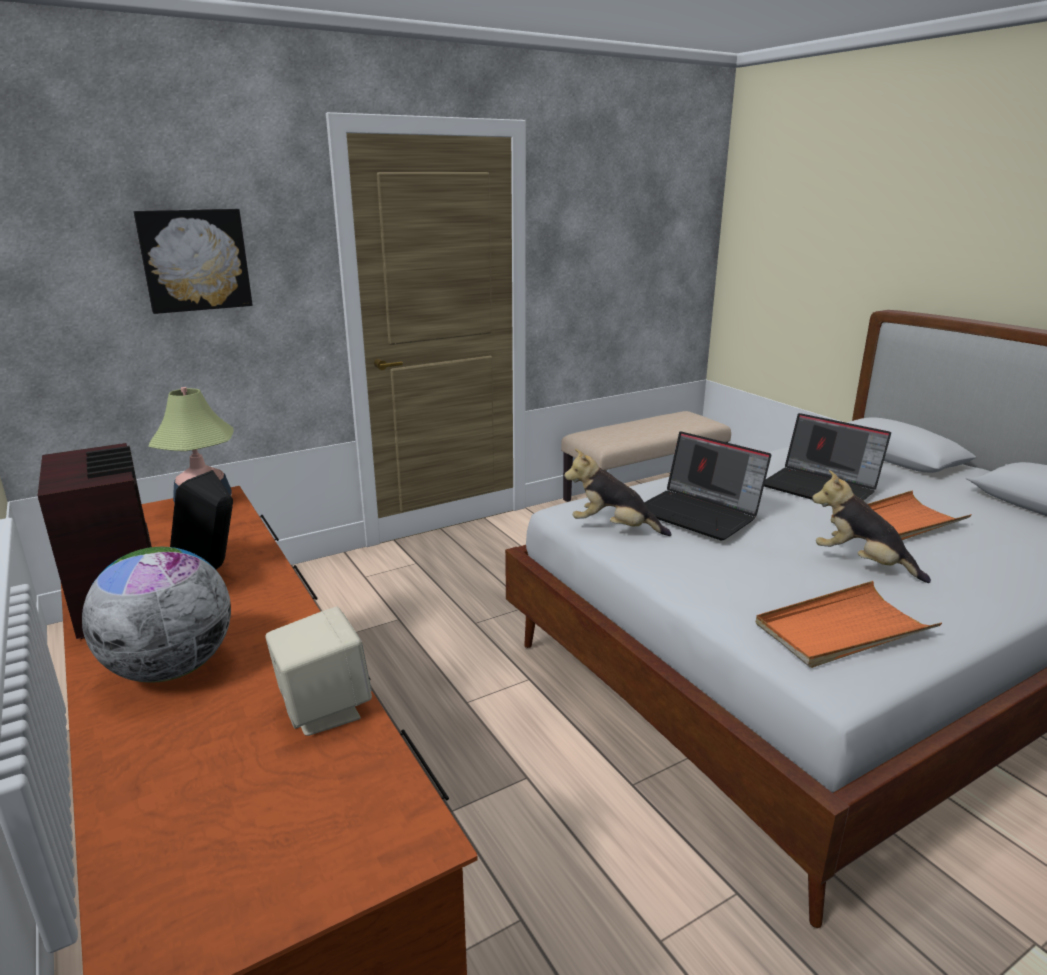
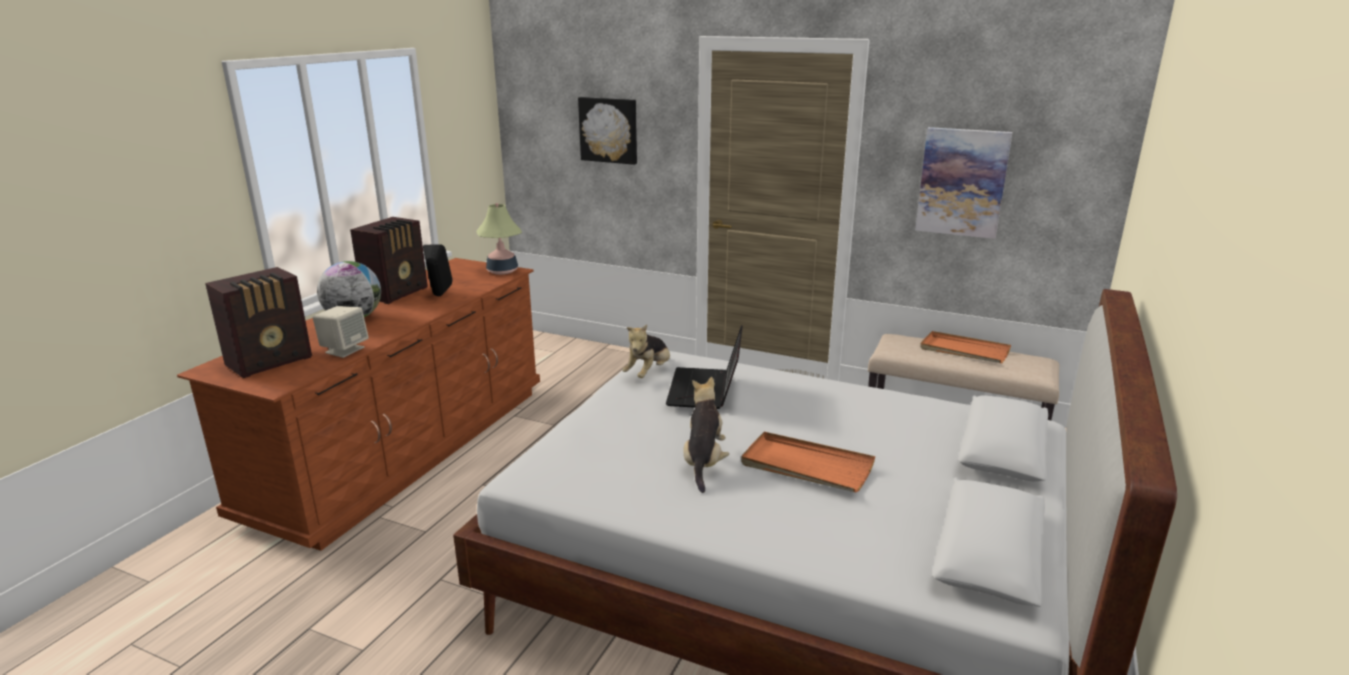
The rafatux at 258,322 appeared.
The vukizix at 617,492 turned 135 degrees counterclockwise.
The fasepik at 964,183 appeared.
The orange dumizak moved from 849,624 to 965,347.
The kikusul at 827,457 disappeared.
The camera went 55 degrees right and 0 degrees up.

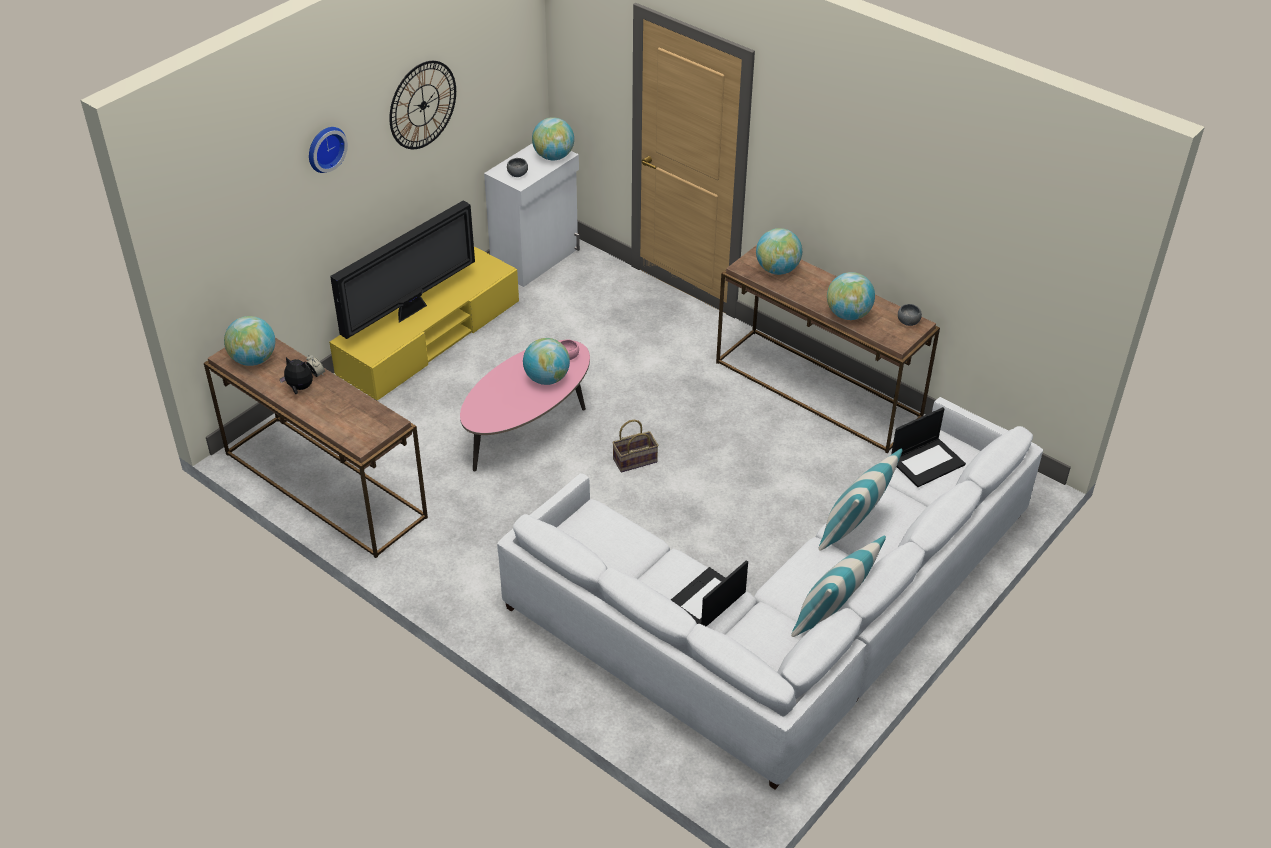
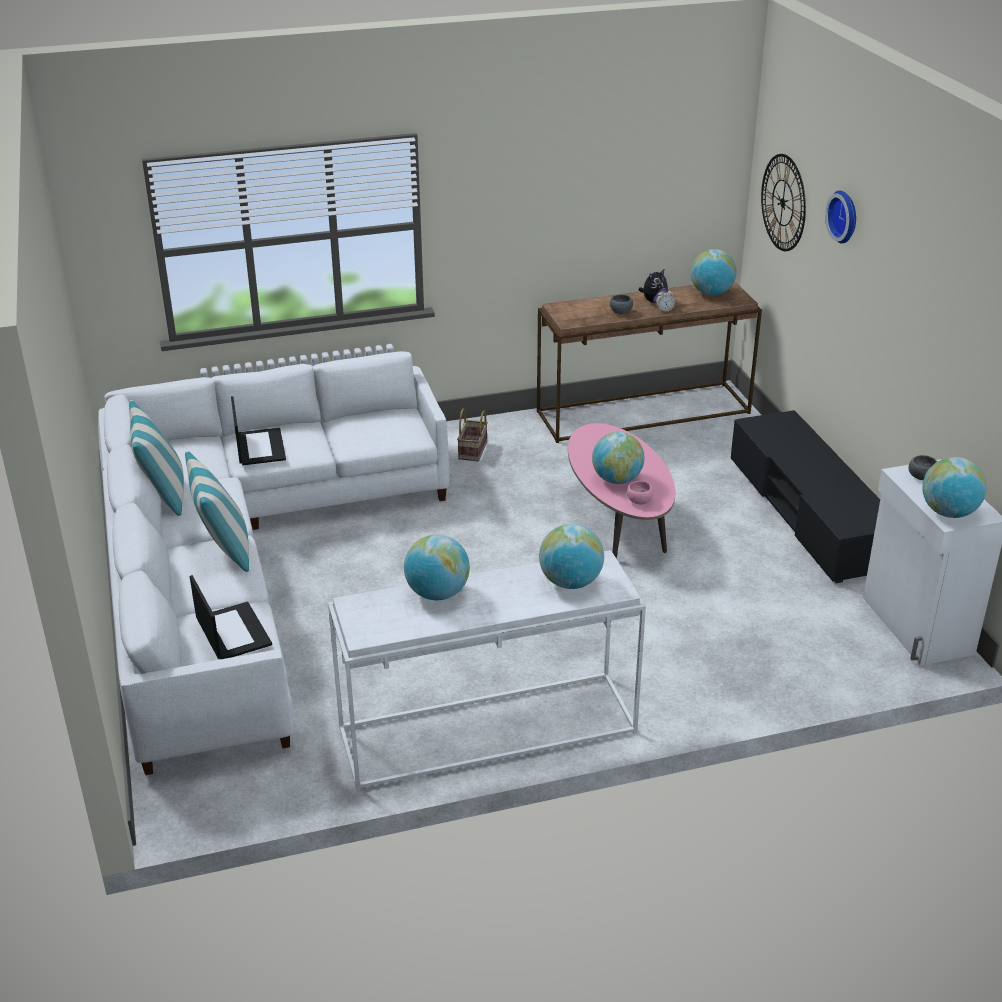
The kikusul at 928,447 turned 150 degrees clockwise.
The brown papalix at 828,349 became the white papalix at 487,670.
The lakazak moved from 635,446 to 472,434.
The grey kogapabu moved from 910,315 to 621,304.
The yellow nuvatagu at 424,323 became the black nuvatagu at 805,496.
The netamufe moved from 422,105 to 783,202.
The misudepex at 402,269 disappeared.
The camera went 125 degrees right and 10 degrees down.

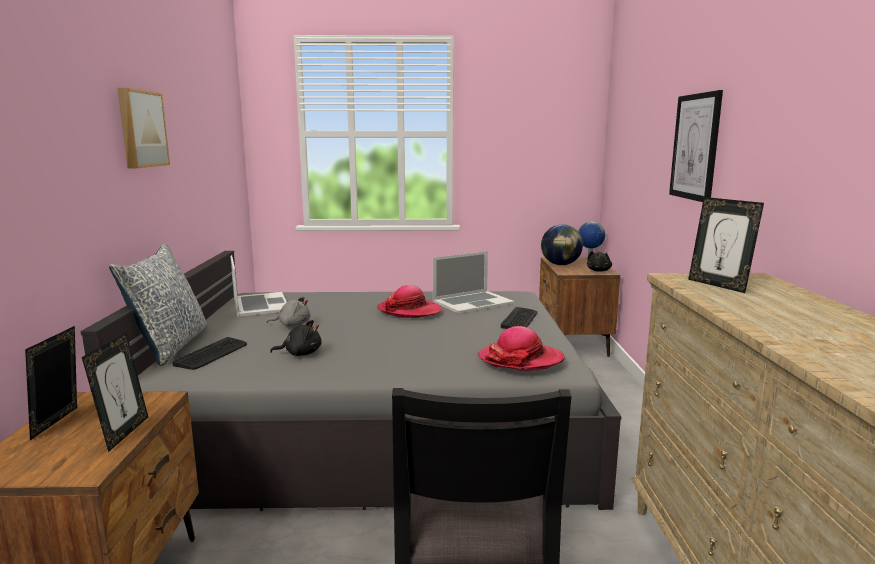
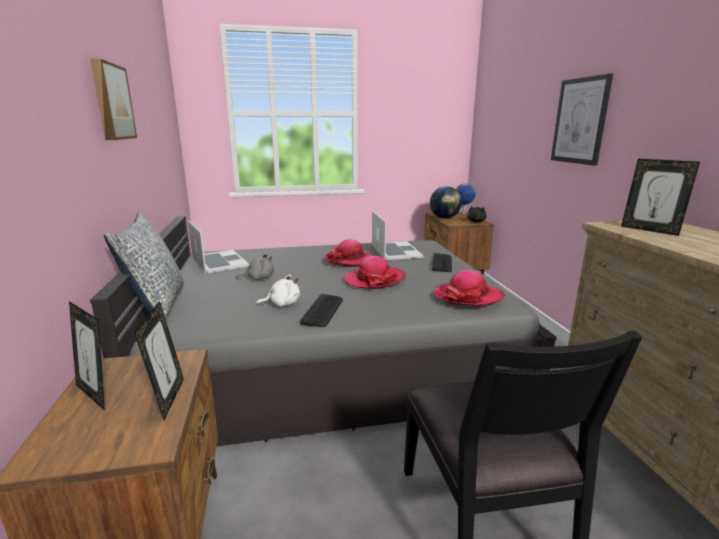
The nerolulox at 51,383 turned 45 degrees counterclockwise.
The black vukizix at 295,338 became the white vukizix at 278,290.
The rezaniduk moved from 209,353 to 321,310.
The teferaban at 374,272 appeared.
The kikusul at 473,282 turned 60 degrees counterclockwise.
The camera went 10 degrees left and 5 degrees up.

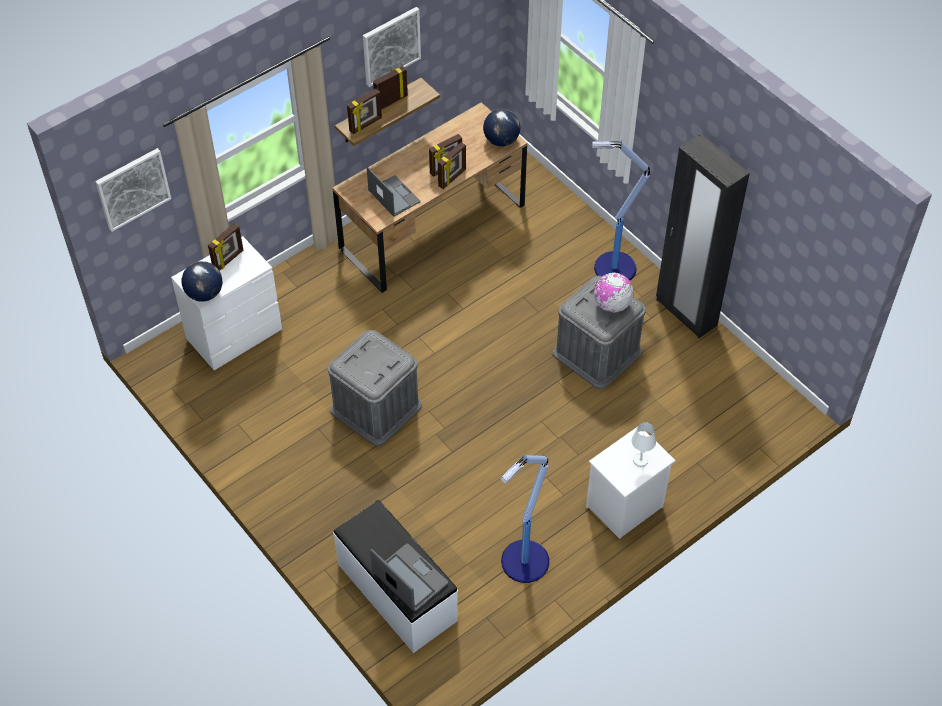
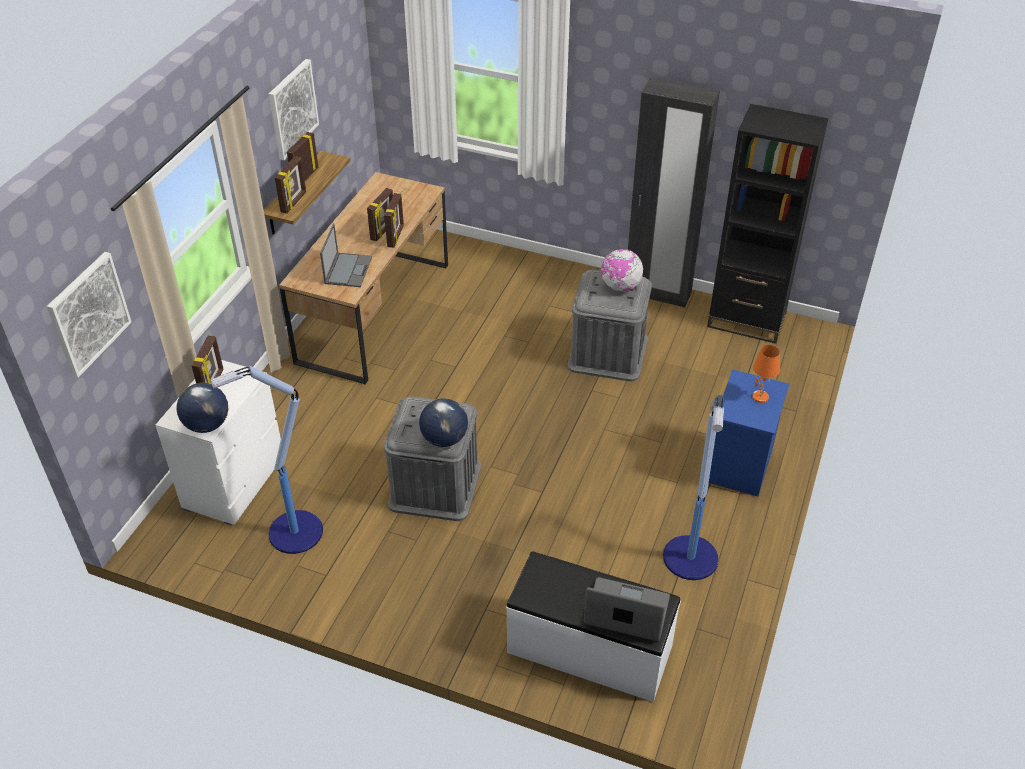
The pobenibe moved from 621,210 to 266,459.
The kikusul at 394,191 turned 75 degrees clockwise.
The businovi moved from 501,127 to 443,422.
The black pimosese at 768,224 appeared.
The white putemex at 631,483 became the blue putemex at 749,432.
The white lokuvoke at 644,444 became the orange lokuvoke at 766,374.
The camera went 30 degrees left and 10 degrees down.

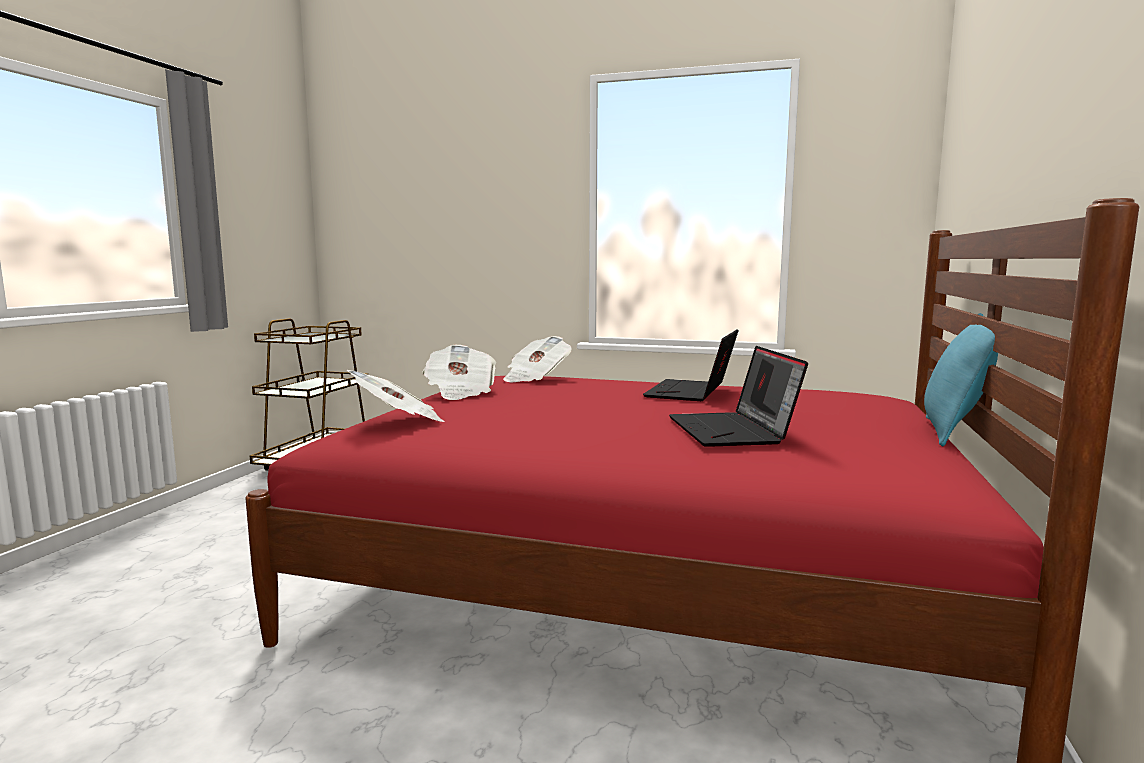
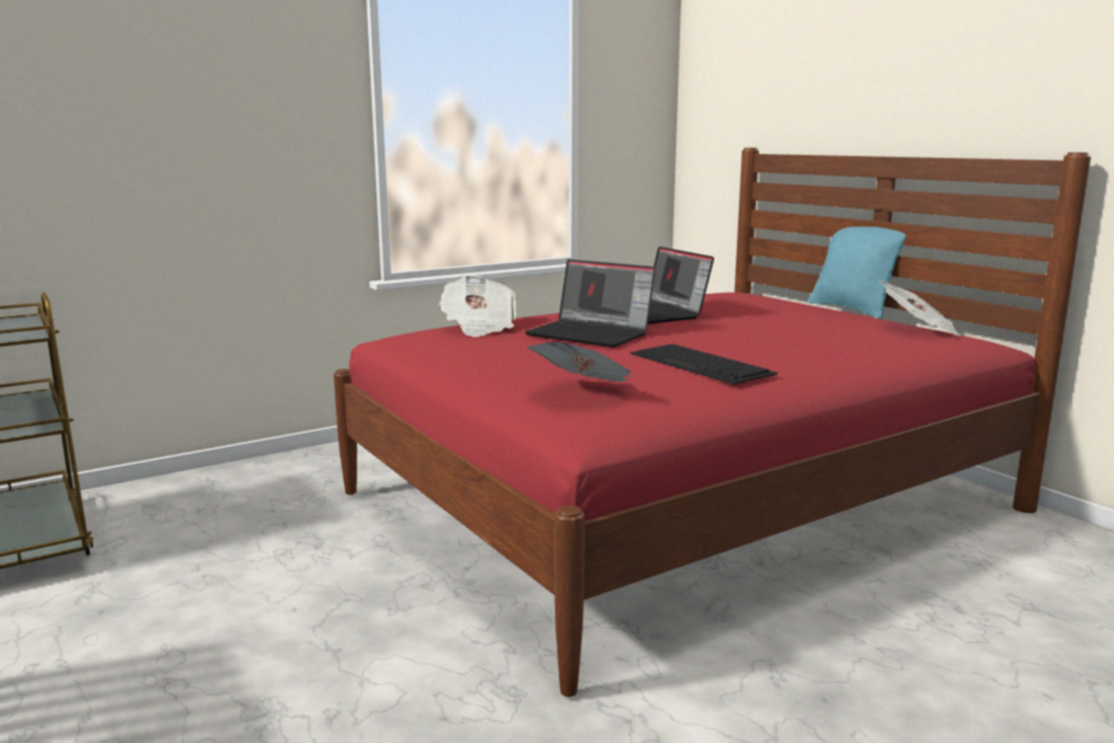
The kikusul moved from 738,396 to 590,303.
The rezaniduk at 704,364 appeared.
The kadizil moved from 459,372 to 919,308.
The camera went 50 degrees left and 5 degrees up.

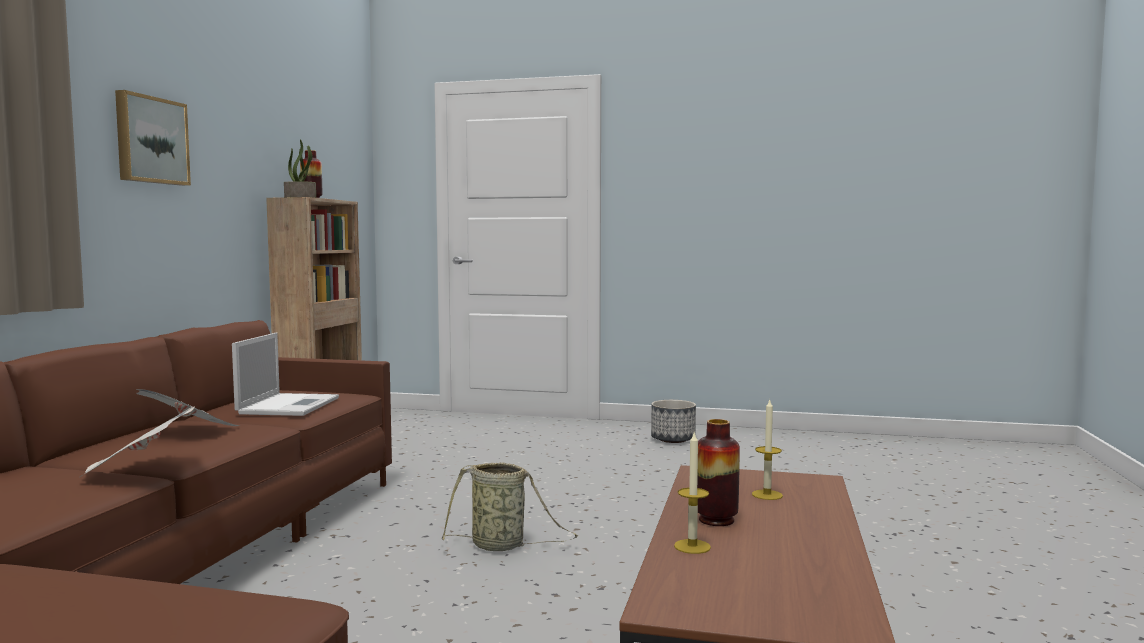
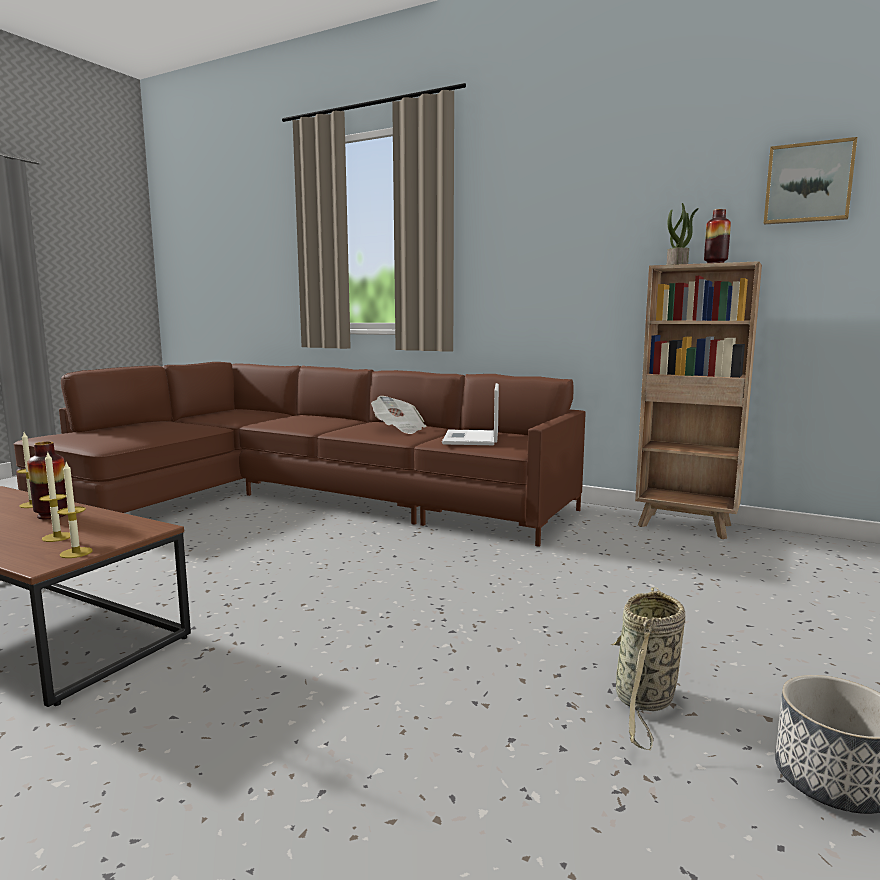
The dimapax at 75,510 appeared.
The kikusul at 285,374 turned 75 degrees clockwise.
The lakazak moved from 510,506 to 648,668.
The fasepik moved from 153,138 to 810,181.
The kadizil at 137,441 disappeared.
The camera went 105 degrees right and 5 degrees up.

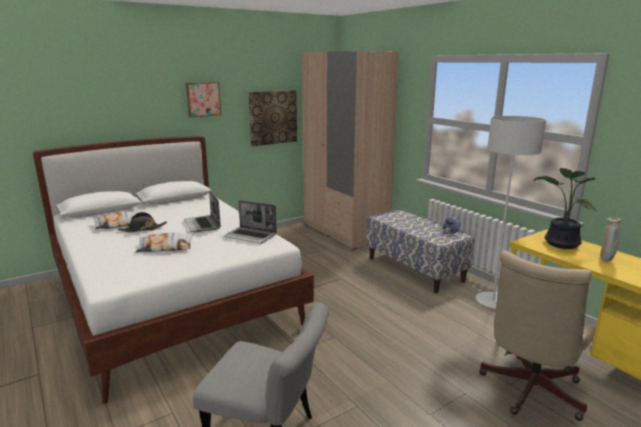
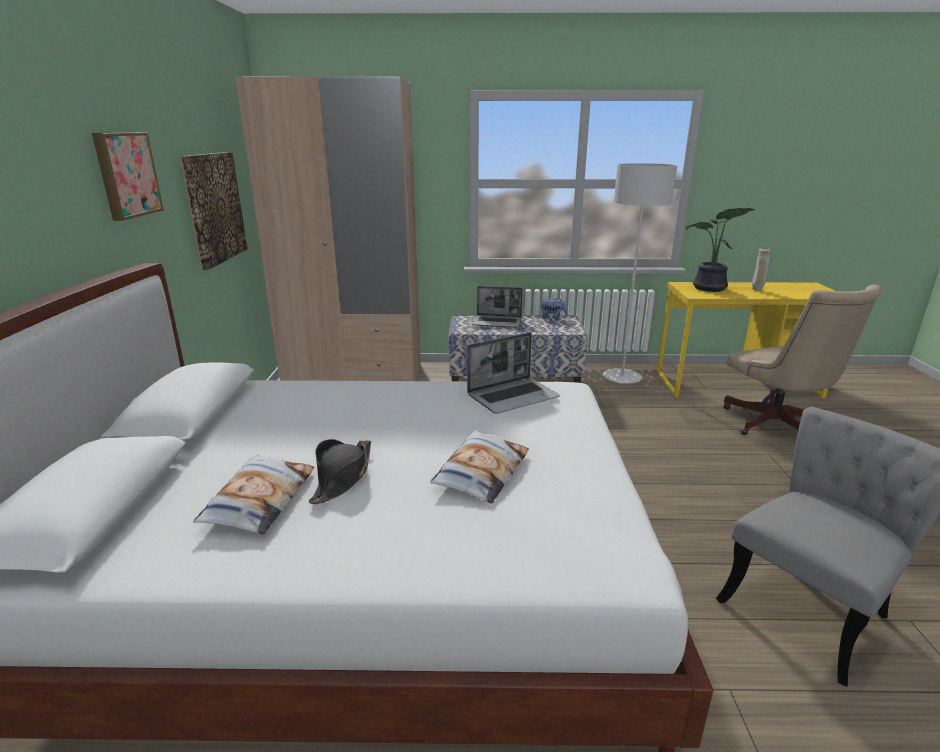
The kikusul moved from 202,211 to 497,307.
The camera went 55 degrees left and 5 degrees up.

